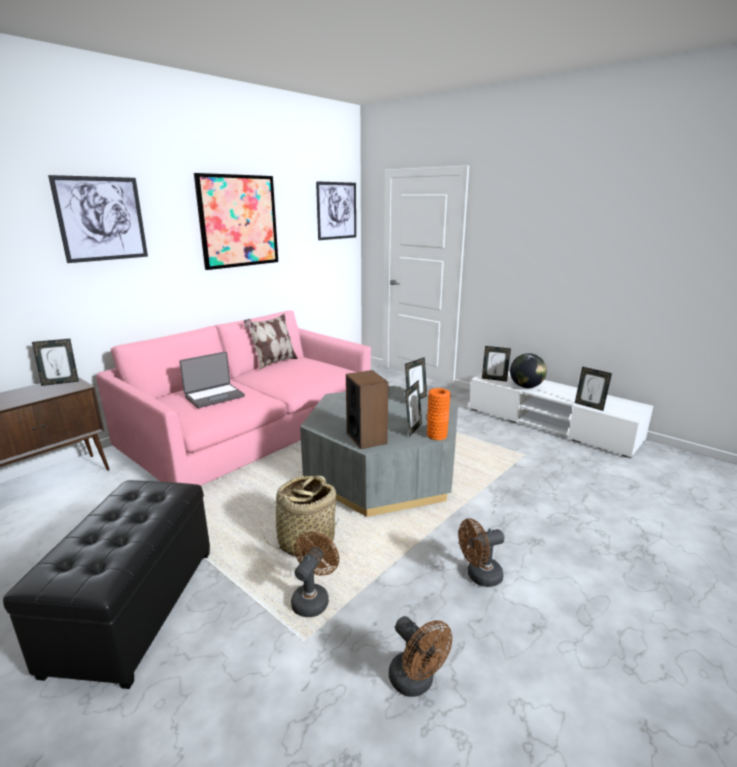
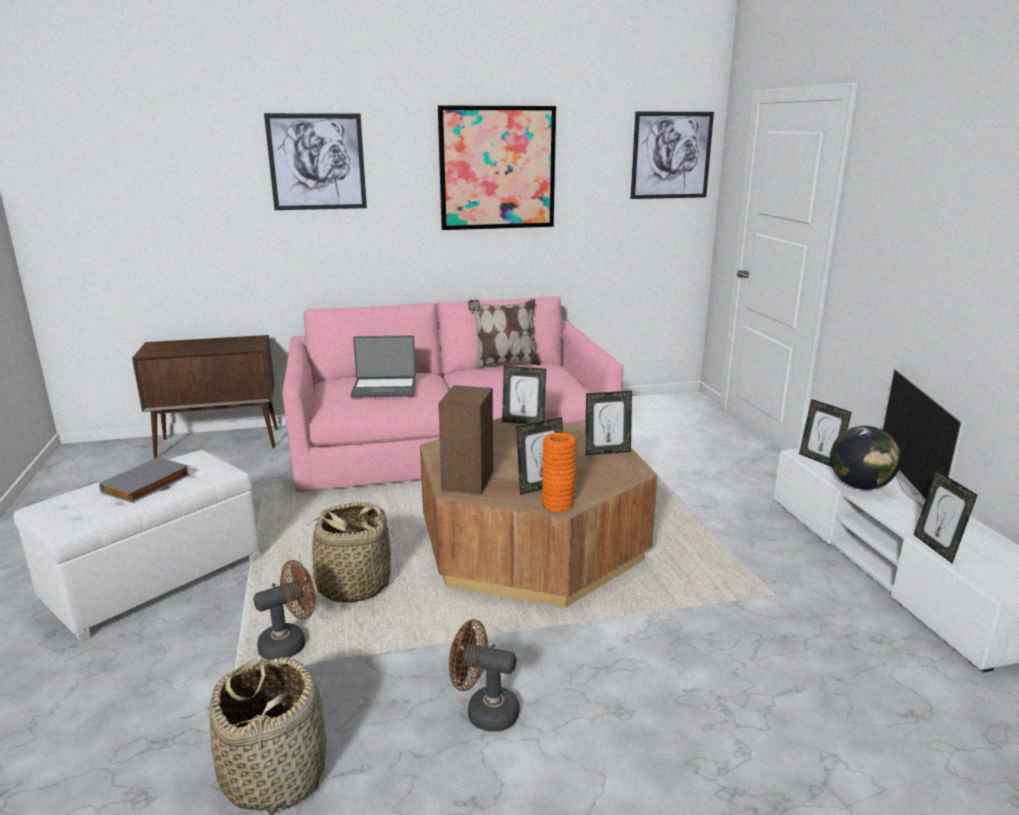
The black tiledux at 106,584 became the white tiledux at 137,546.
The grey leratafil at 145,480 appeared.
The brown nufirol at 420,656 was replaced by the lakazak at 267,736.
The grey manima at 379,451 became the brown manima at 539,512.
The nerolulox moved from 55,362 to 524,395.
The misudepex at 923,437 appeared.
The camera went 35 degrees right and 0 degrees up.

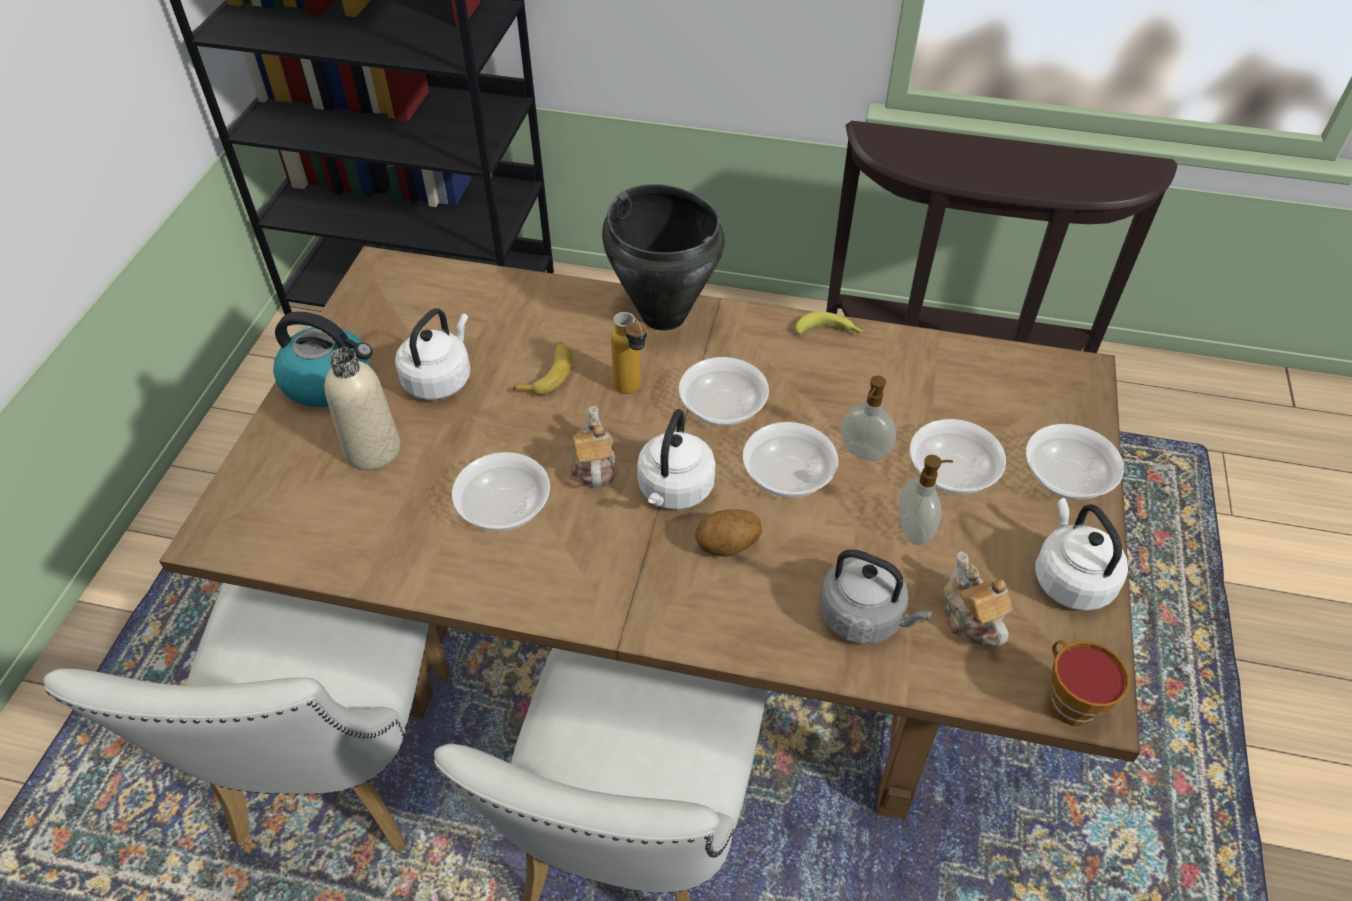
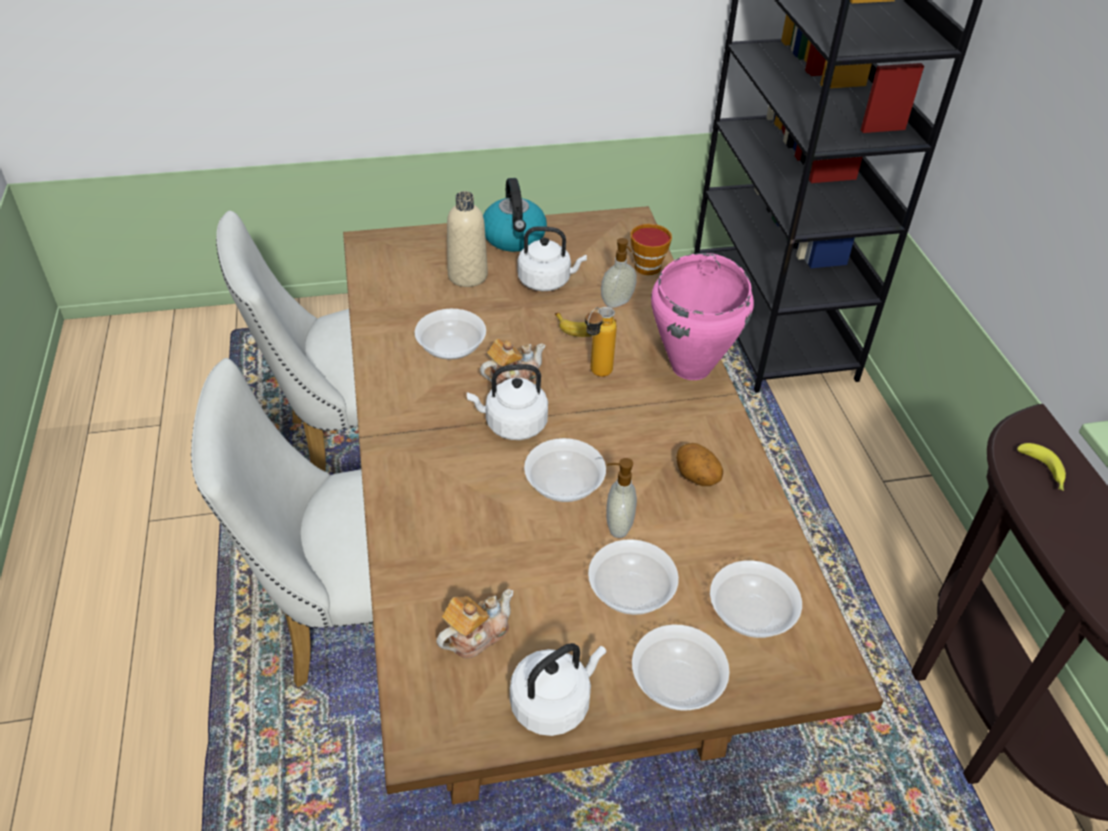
The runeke moved from 926,500 to 619,273.
The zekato moved from 1090,683 to 651,249.
The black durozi at 663,257 became the pink durozi at 702,316.
The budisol moved from 728,533 to 699,464.
The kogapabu moved from 724,391 to 756,599.
The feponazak moved from 829,322 to 1041,467.
The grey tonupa at 875,596 disappeared.
The camera went 65 degrees right and 5 degrees down.

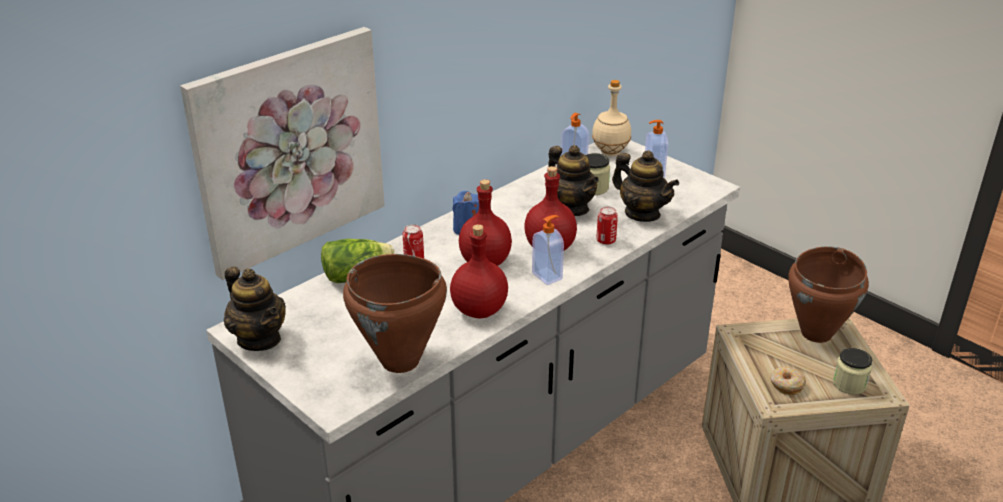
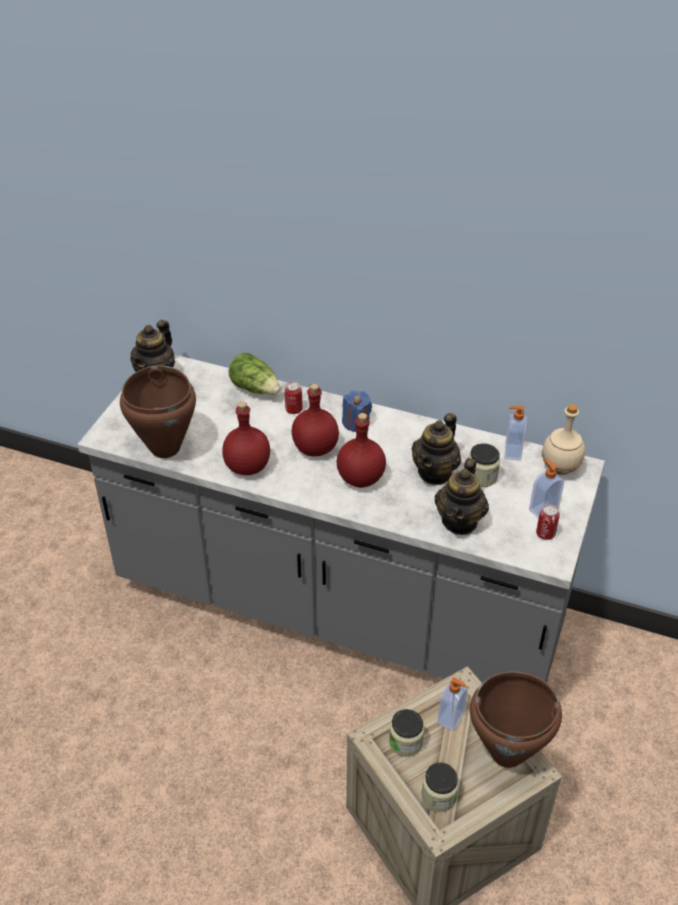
The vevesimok at 788,381 was replaced by the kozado at 406,733.
The runeke moved from 548,250 to 452,704.
The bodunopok moved from 607,225 to 548,522.
The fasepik at 282,153 disappeared.
The camera went 65 degrees right and 10 degrees up.

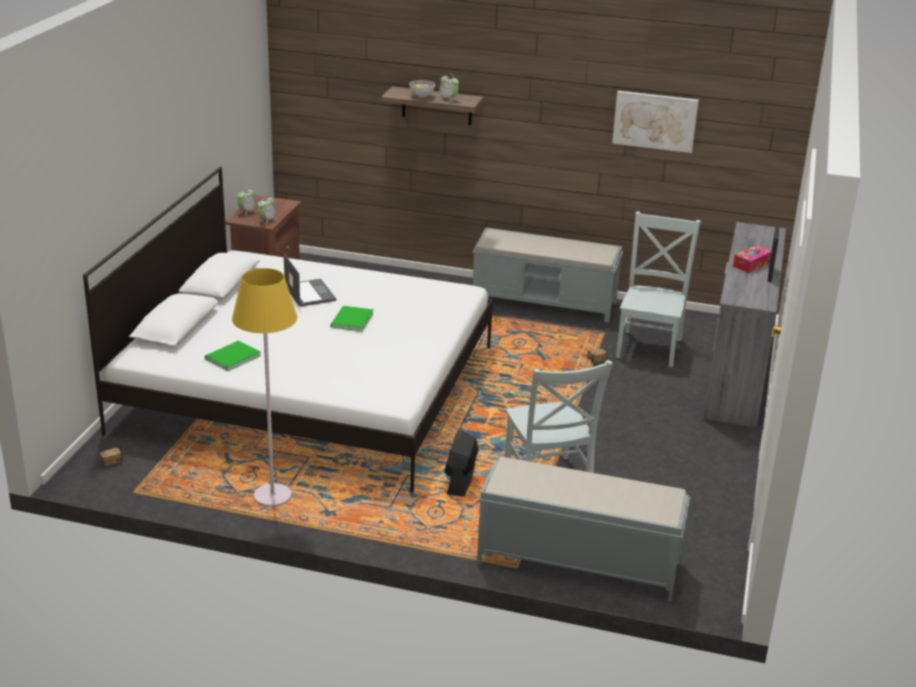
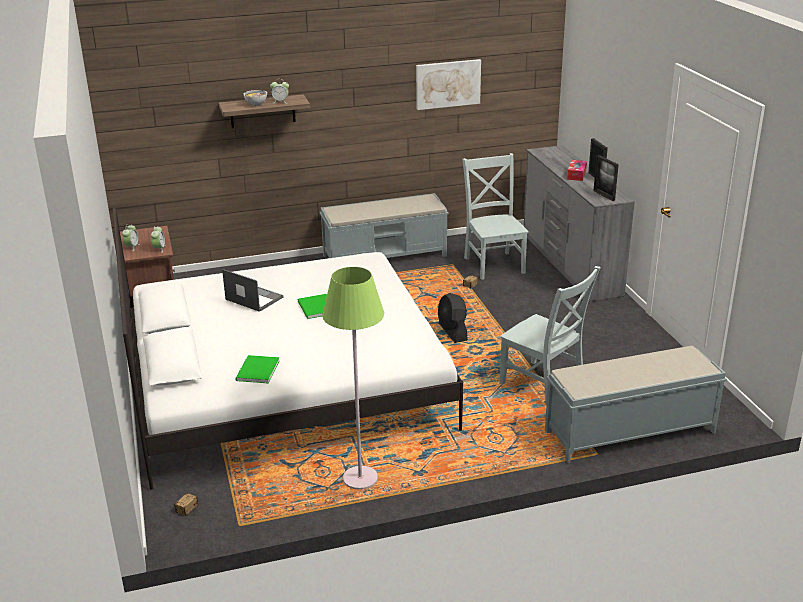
The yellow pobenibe at 264,387 became the green pobenibe at 353,378.
The black nufirol moved from 461,463 to 453,318.
The nerolulox at 606,178 appeared.
The camera went 30 degrees left and 0 degrees up.

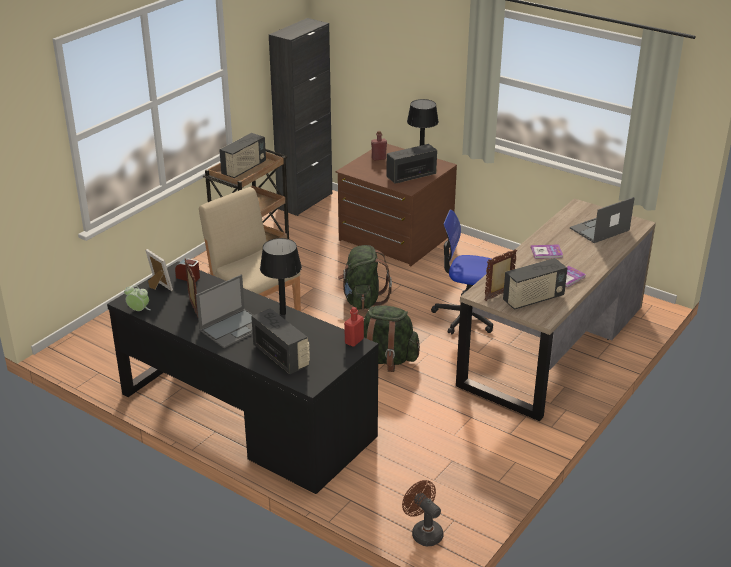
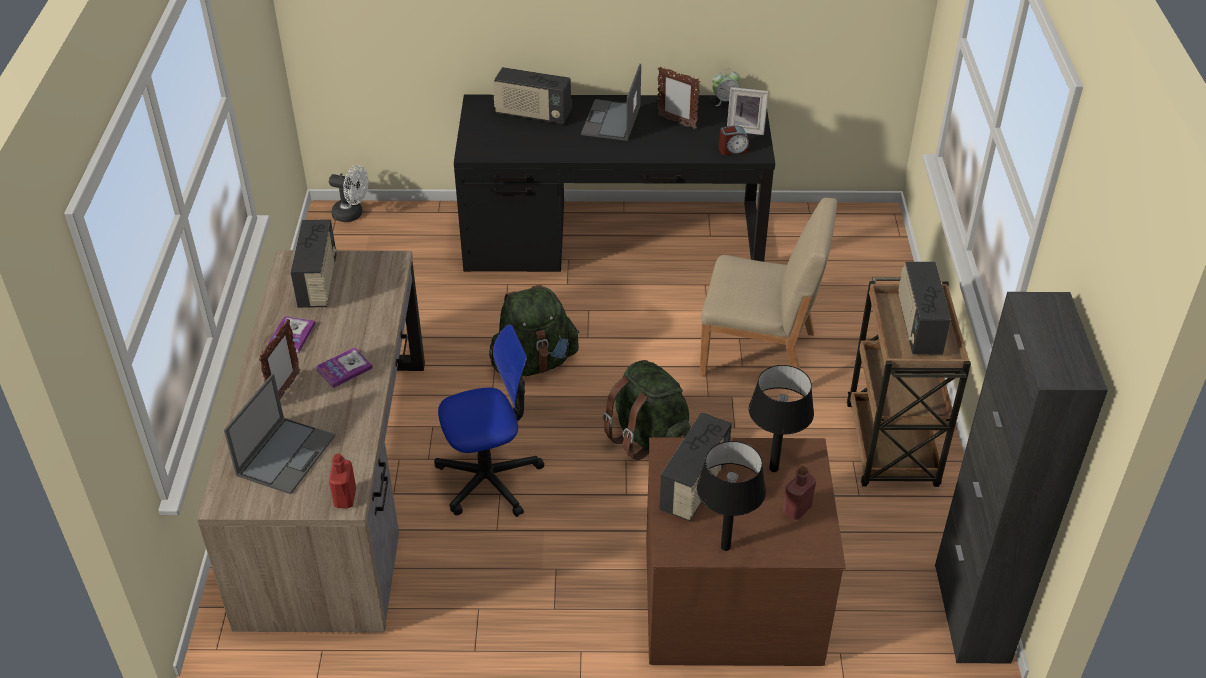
The nerolulox moved from 500,275 to 279,359.
The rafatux at 535,284 turned 150 degrees clockwise.
The brown nufirol at 422,513 became the white nufirol at 348,193.
The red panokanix moved from 354,327 to 342,481.
The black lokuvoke moved from 281,276 to 781,418.
The camera went 145 degrees right and 10 degrees up.

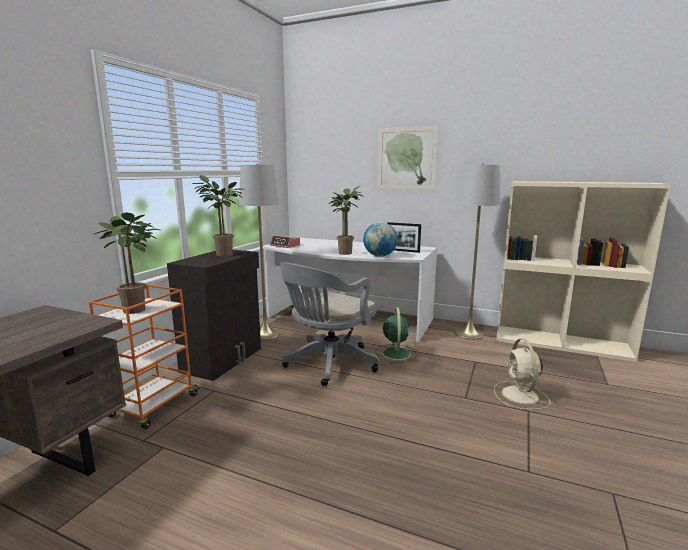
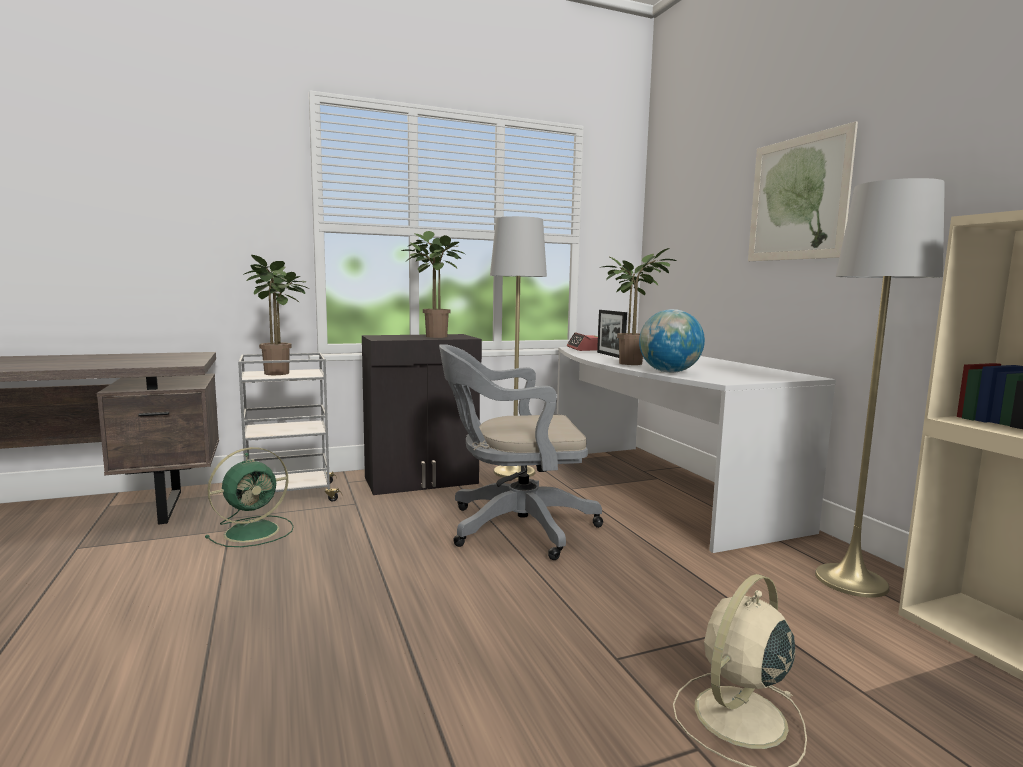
The green nufirol moved from 396,335 to 249,497.
The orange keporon at 144,356 became the grey keporon at 290,427.
The nerolulox moved from 404,237 to 612,334.
The camera went 45 degrees right and 5 degrees down.

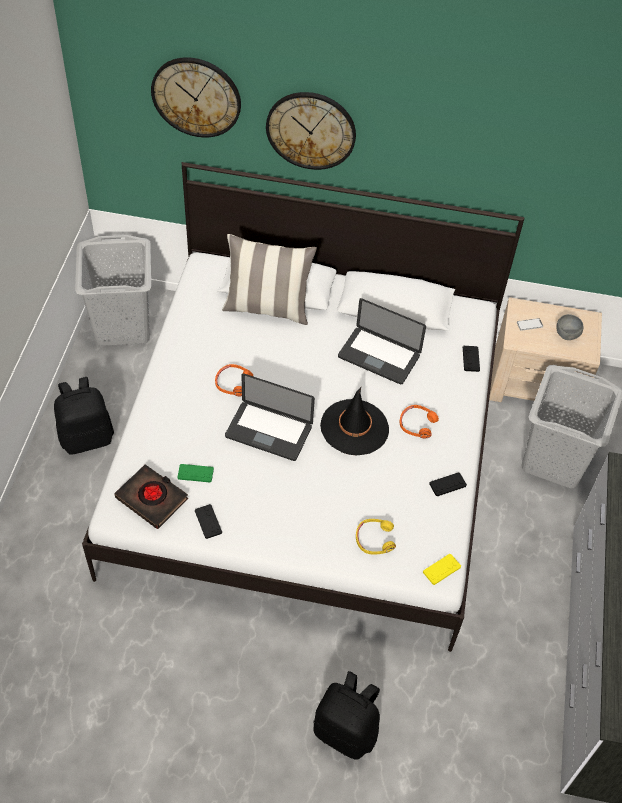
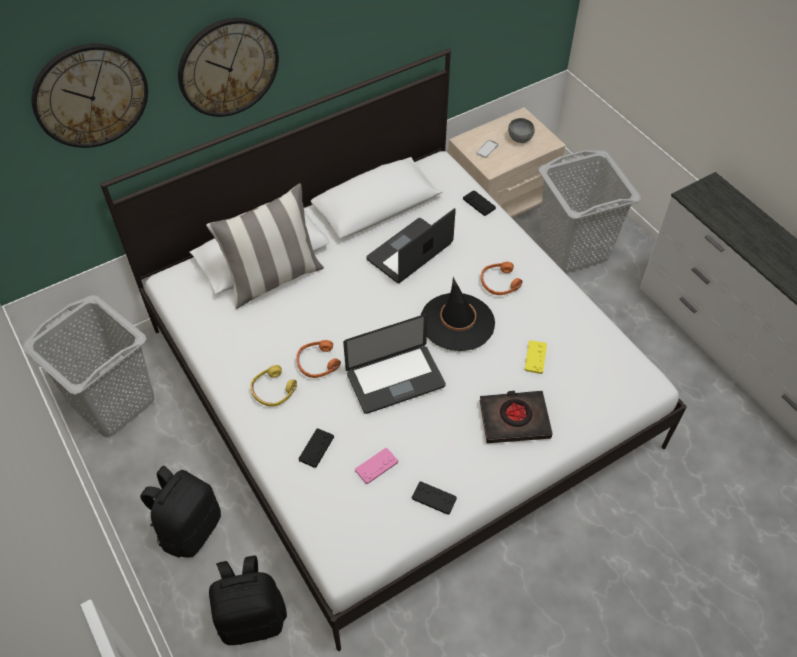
The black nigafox moved from 346,715 to 248,600.
The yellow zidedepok moved from 376,537 to 273,385.
The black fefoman moved from 448,484 to 316,448.
The green fefoman at 195,473 became the pink fefoman at 376,466.
The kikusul at 382,341 turned 150 degrees clockwise.
The black leratafil moved from 151,497 to 516,417.
The yellow fefoman moved from 442,569 to 536,357.
The camera went 40 degrees left and 0 degrees up.

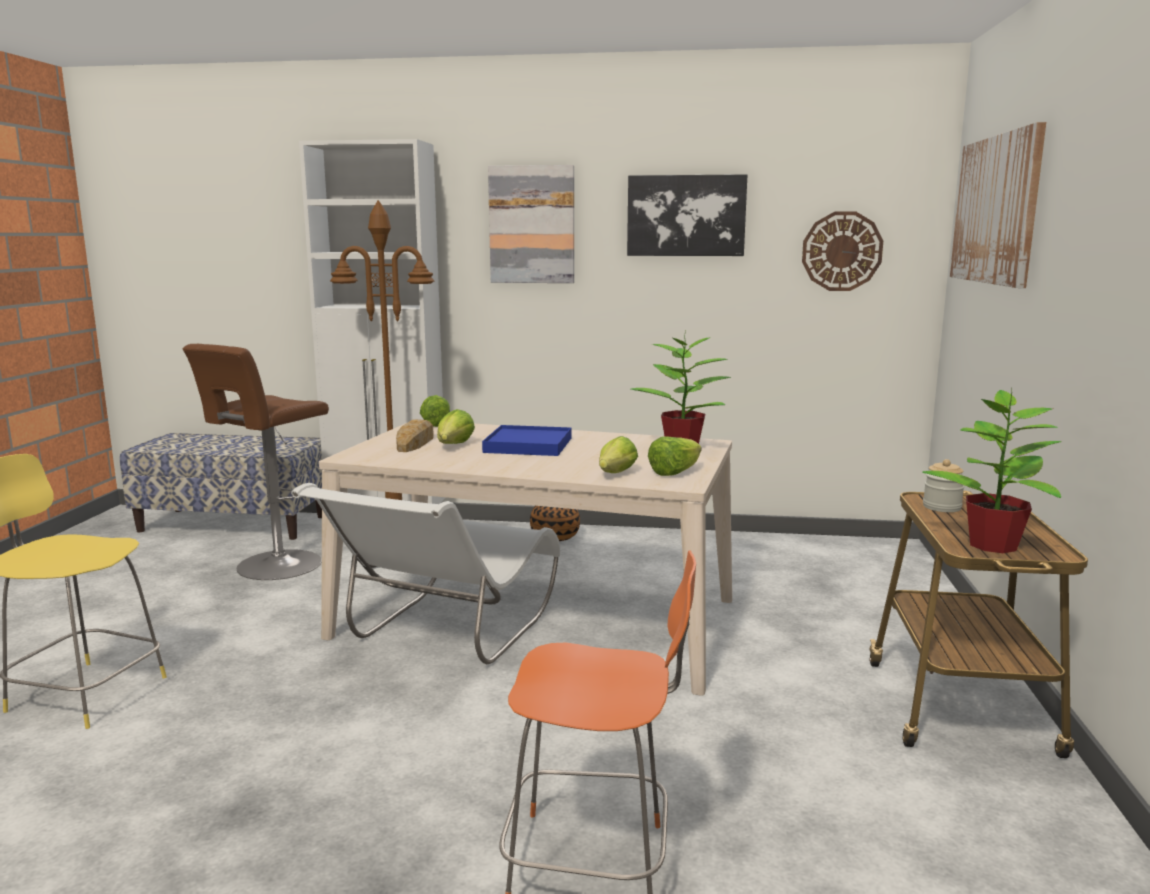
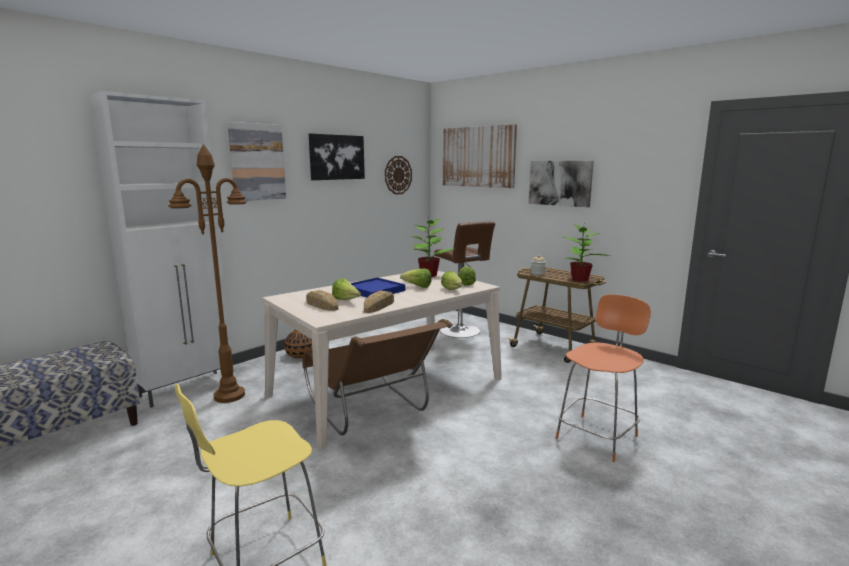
The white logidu at 425,573 became the brown logidu at 377,377.
The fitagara at 379,302 appeared.
The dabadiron moved from 435,411 to 416,278.
The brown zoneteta moved from 256,462 to 464,279.
The fasepik at 561,184 appeared.
The camera went 55 degrees left and 0 degrees up.

